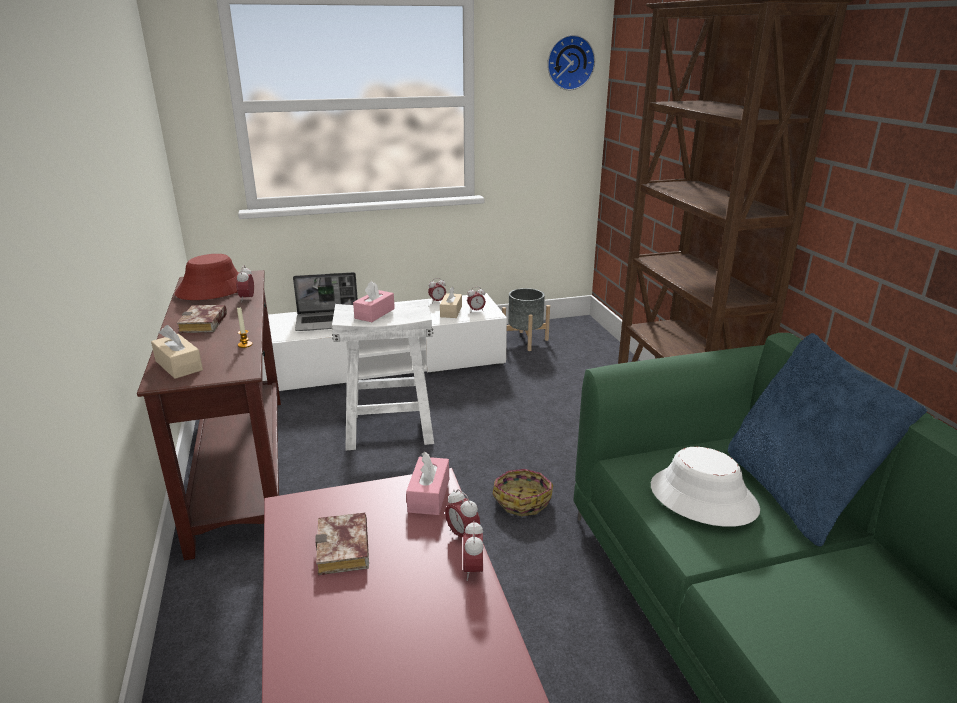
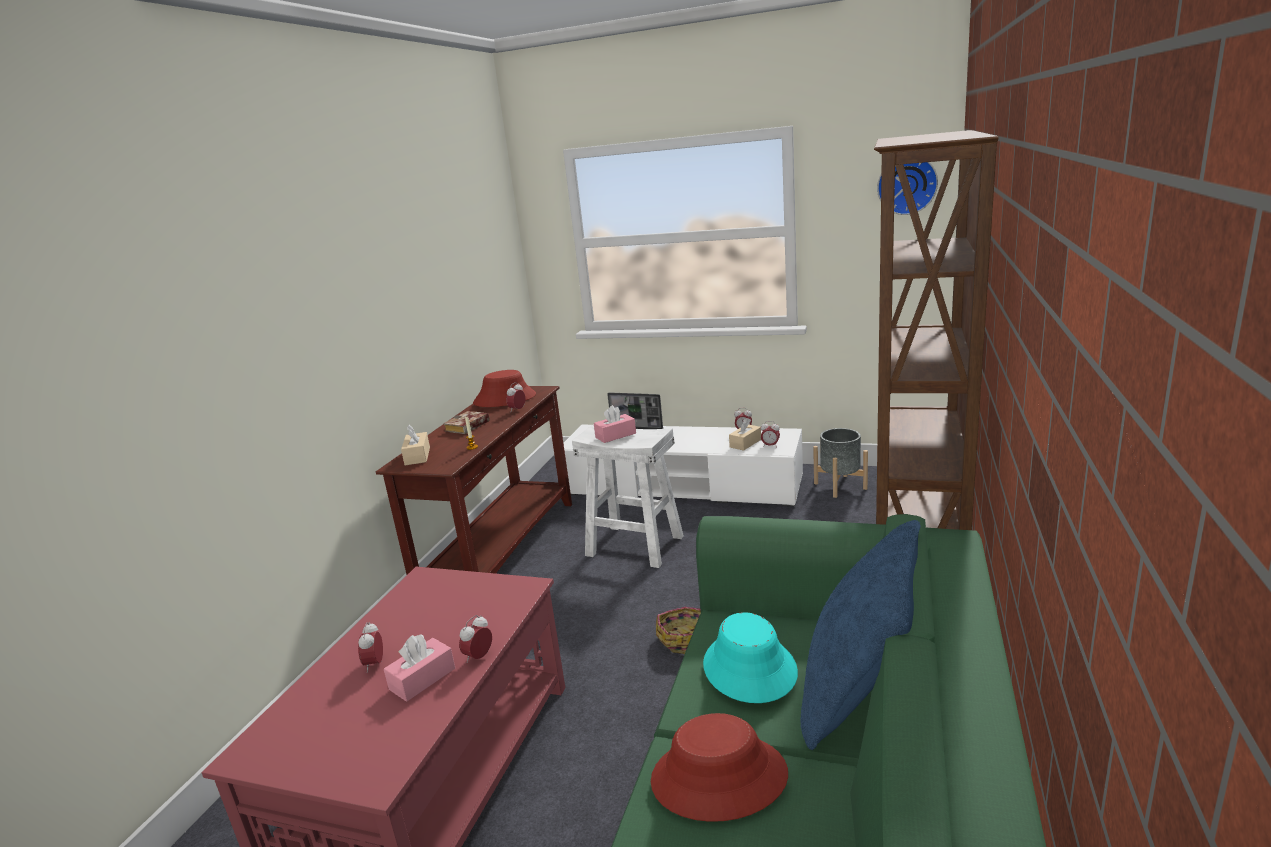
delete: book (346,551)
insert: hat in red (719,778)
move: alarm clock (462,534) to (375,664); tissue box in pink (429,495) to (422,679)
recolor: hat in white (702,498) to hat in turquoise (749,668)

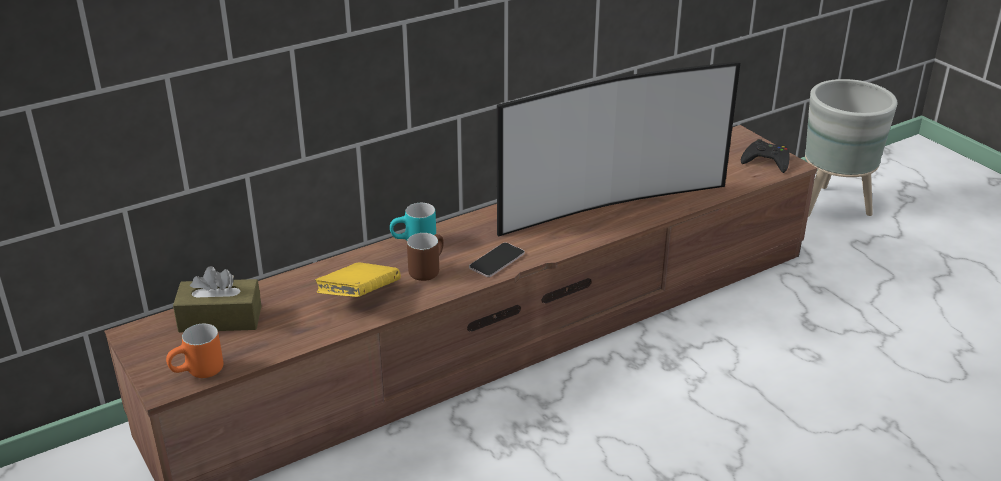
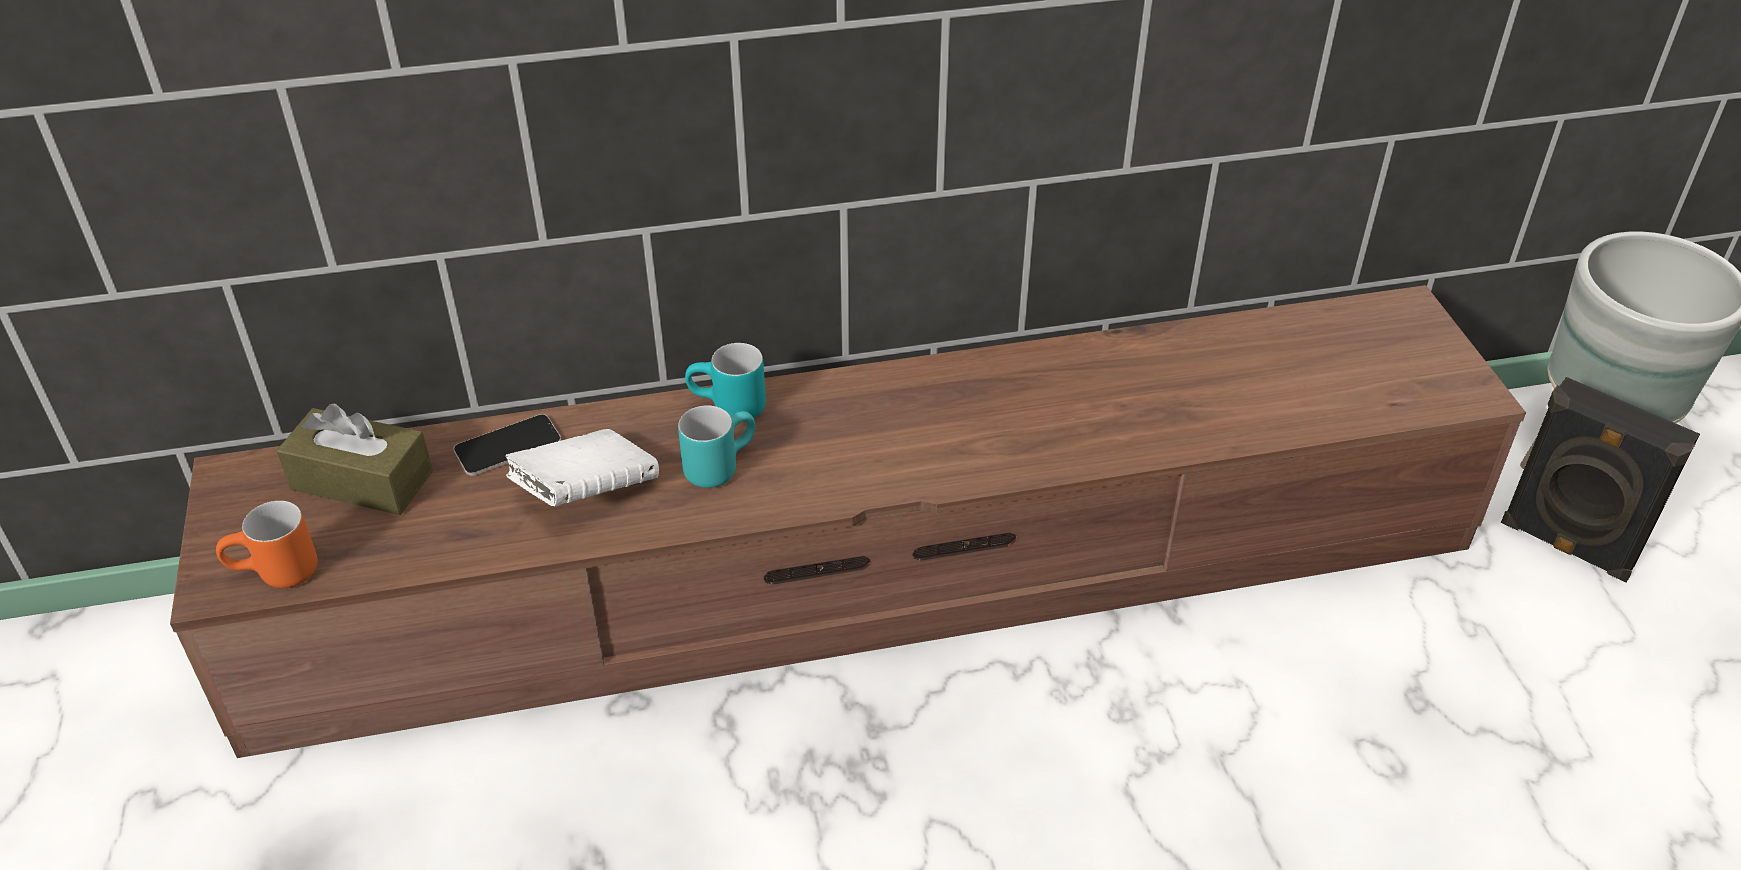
delete: television (610,205); game controller in black (766,161)
insert: speaker in black (1565,546)
move: phone (497,260) to (508,446)
recolor: book in yellow (359,297) to book in white (586,492); mug in brown (426,269) to mug in turquoise (718,465)

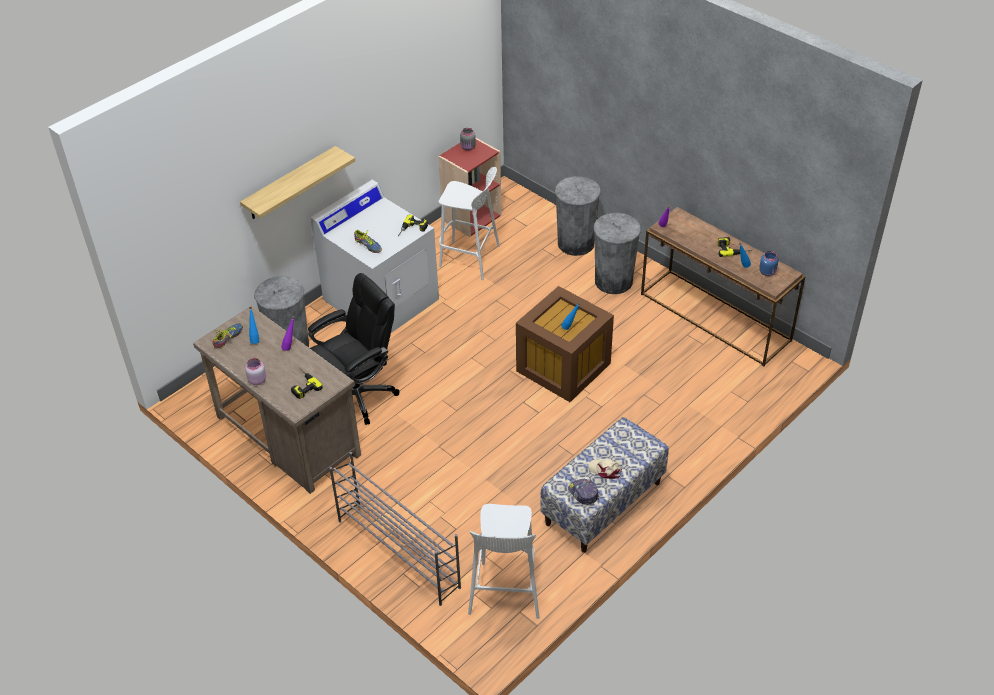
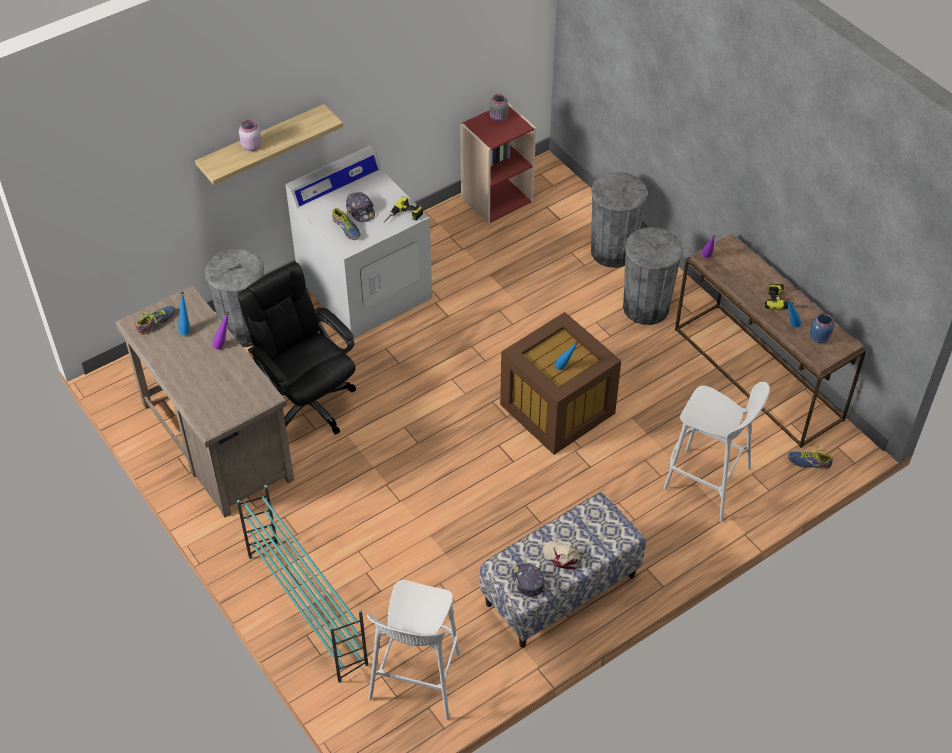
delete: power drill (302,385)
insert: cap (360,211); shoe (809,462)
move: jar in pink (257,380) to (251,146); stool in white (470,259) to (707,483)
recolor: shoe rack in grey (398,553) to shoe rack in turquoise (306,609)
rotate: office chair in black (357,395) = (307,404) 105 degrees counterclockwise

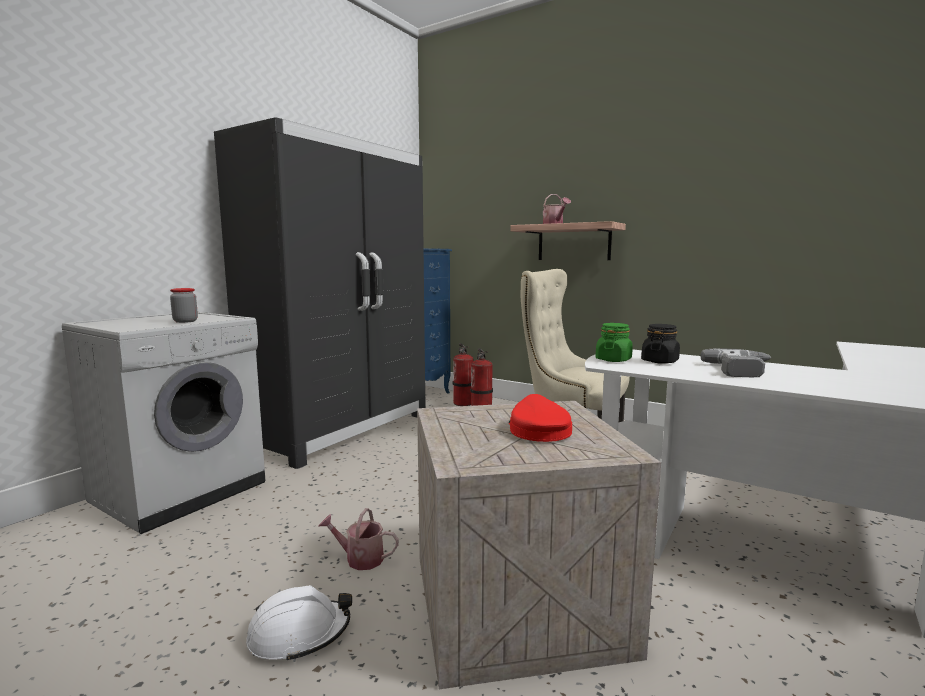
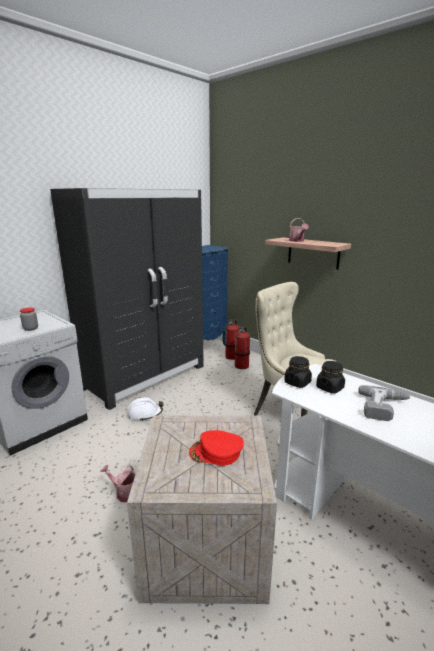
move: hard hat in white (299,635) to (145,413)
recolor: jar in green (613,360) to jar in black (297,382)
rotate: cap in red (538,430) = (216,452) 90 degrees counterclockwise

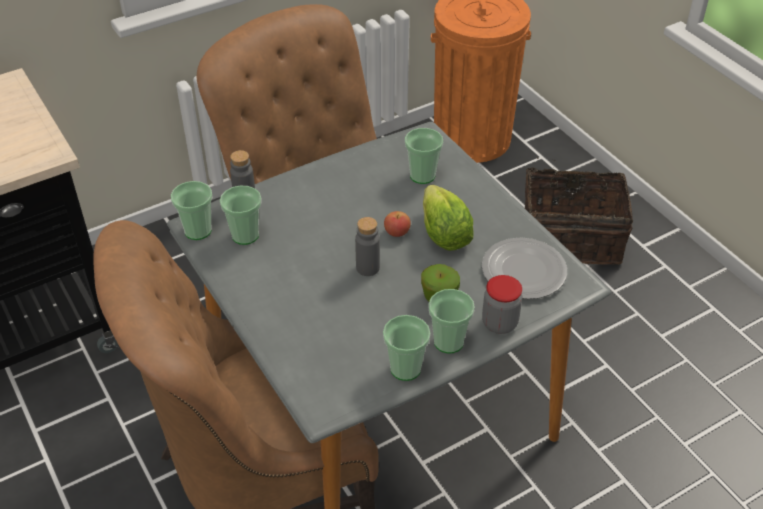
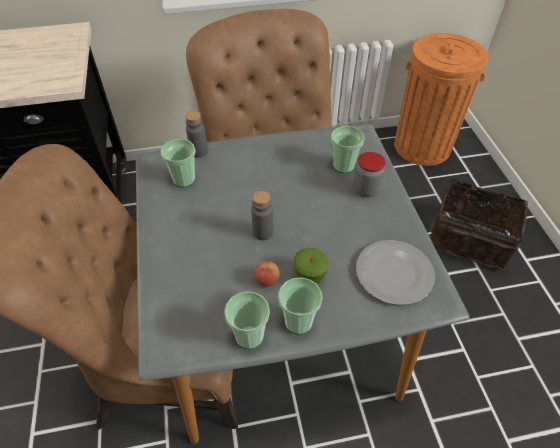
delete: cup (198,231); lettuce (444,235)
move: apple (397,232) to (267,280); jar (499,323) to (366,190)

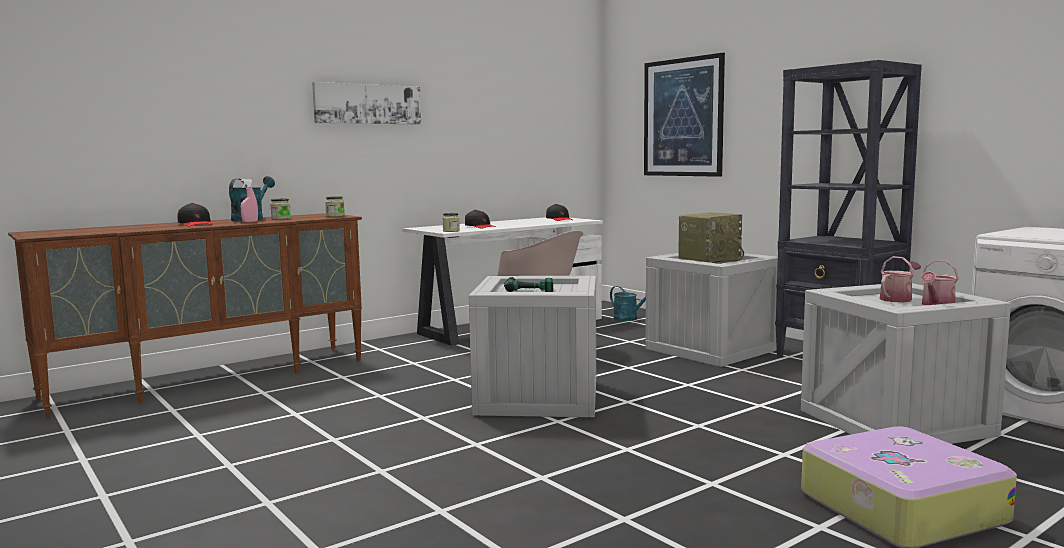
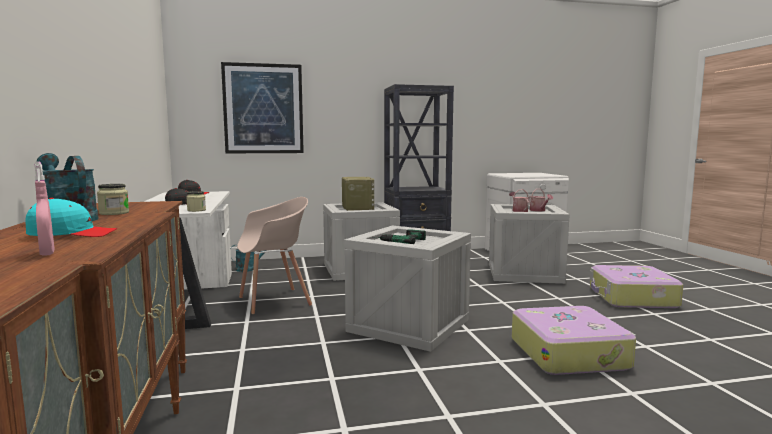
delete: picture (368,104); jar (335,216)
insert: suitcase (569,353)
move: spray bottle in pink (250,222) to (47,253)
recolor: cap in black (196,224) to cap in turquoise (72,234)

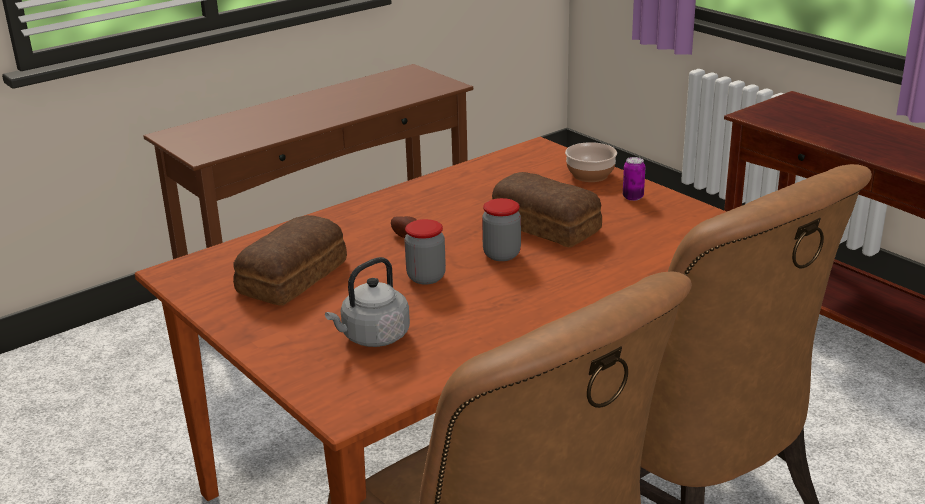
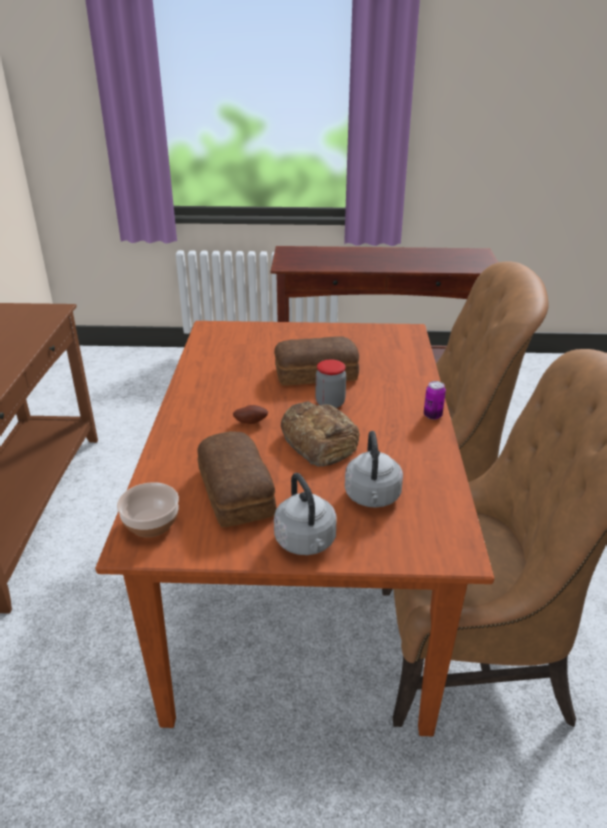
insert: kettle in grey (306,543)
move: bowl (590,175) to (151,523); can (633,197) to (432,415)
replace: jar (426,277) to bread (319,441)

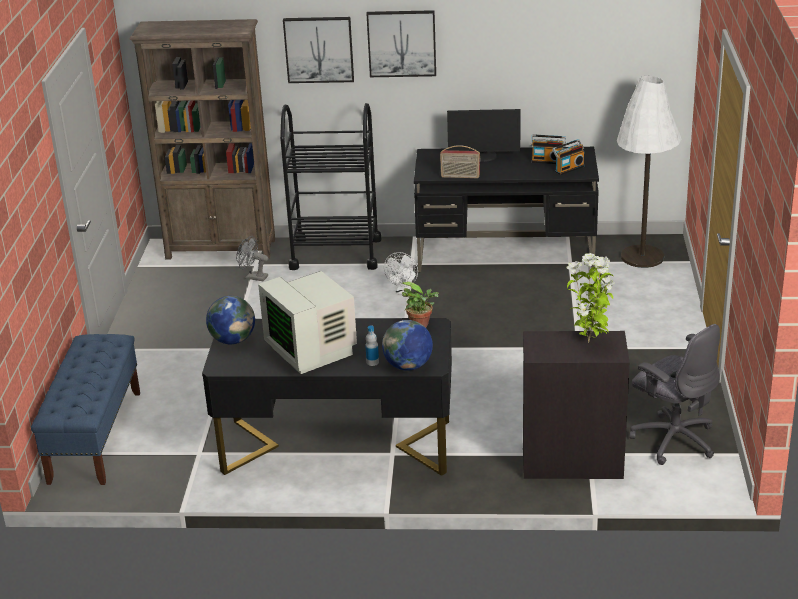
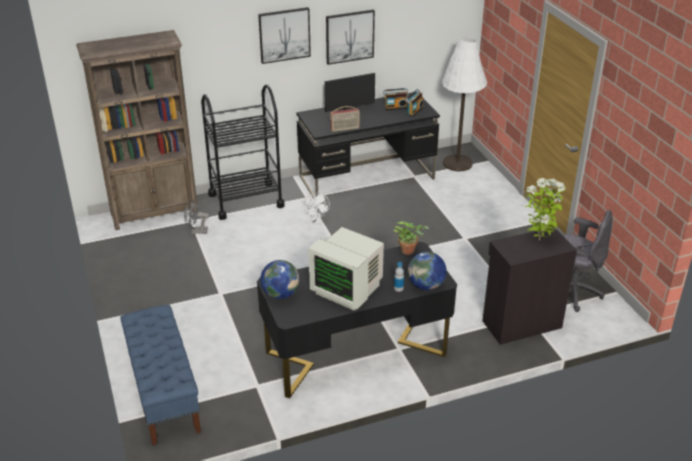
move: picture (319,49) to (349,36)

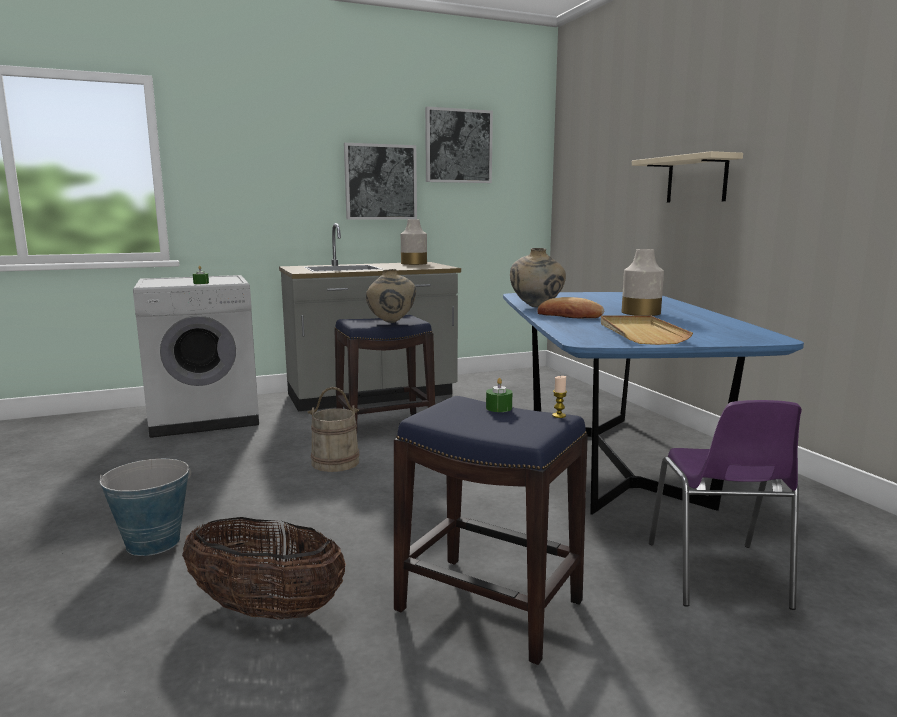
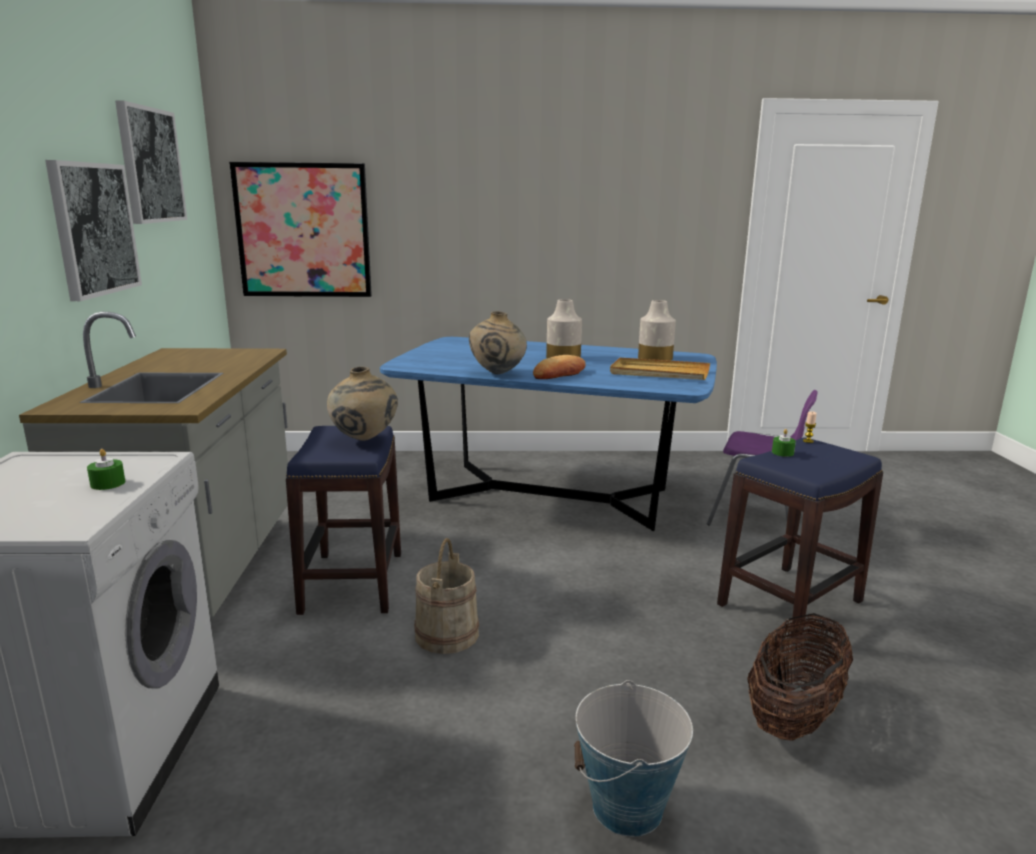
delete: shelf in beige (696,179)
insert: picture (303,231)
move: vase in beige (414,263) to (654,358)

